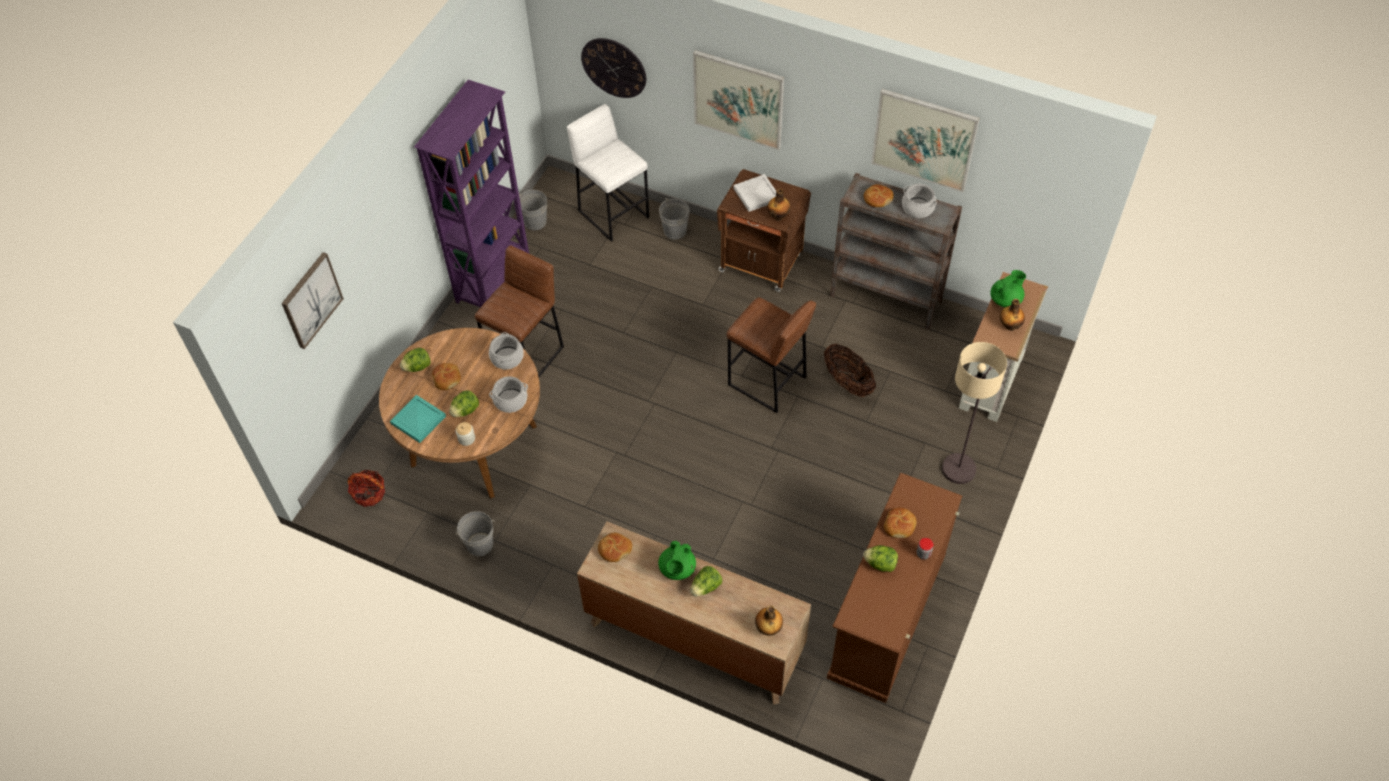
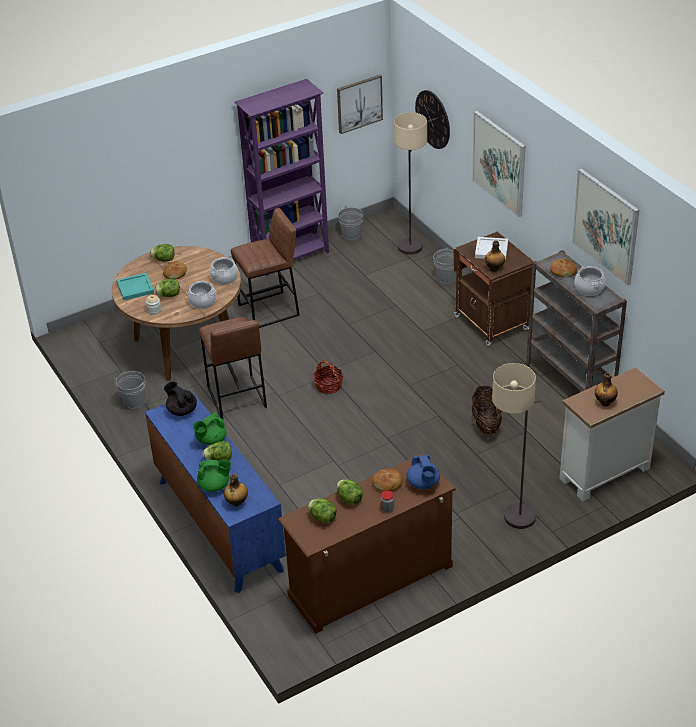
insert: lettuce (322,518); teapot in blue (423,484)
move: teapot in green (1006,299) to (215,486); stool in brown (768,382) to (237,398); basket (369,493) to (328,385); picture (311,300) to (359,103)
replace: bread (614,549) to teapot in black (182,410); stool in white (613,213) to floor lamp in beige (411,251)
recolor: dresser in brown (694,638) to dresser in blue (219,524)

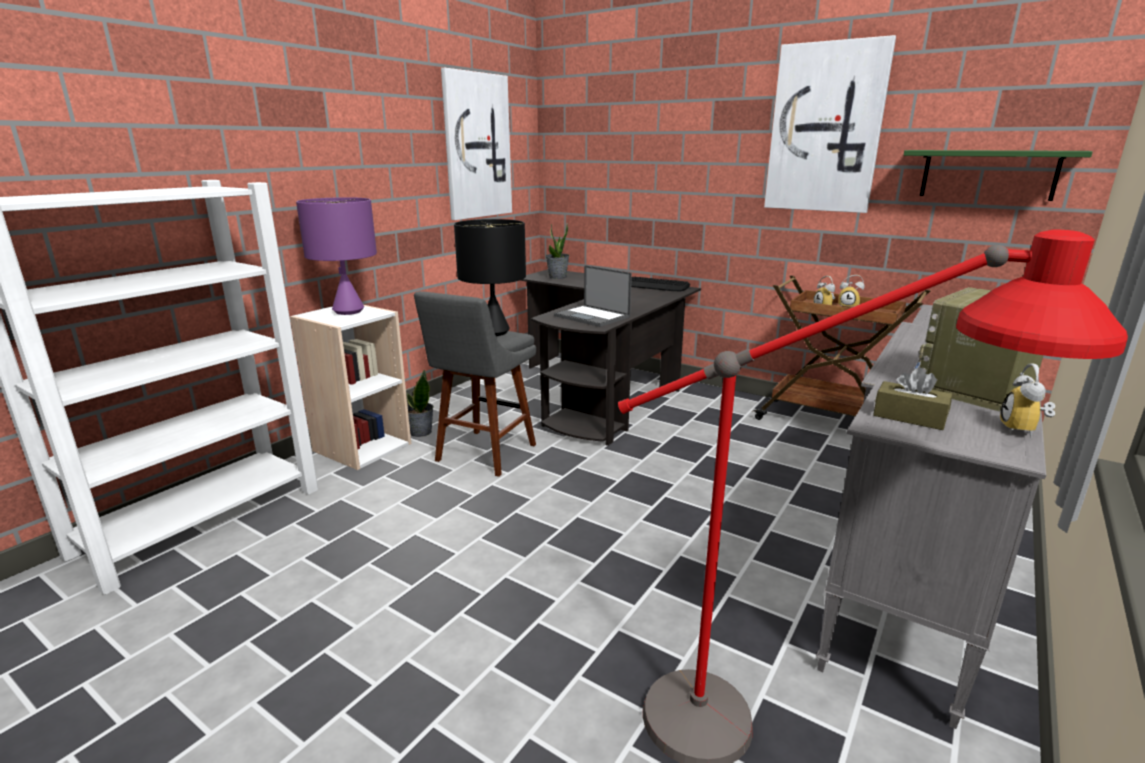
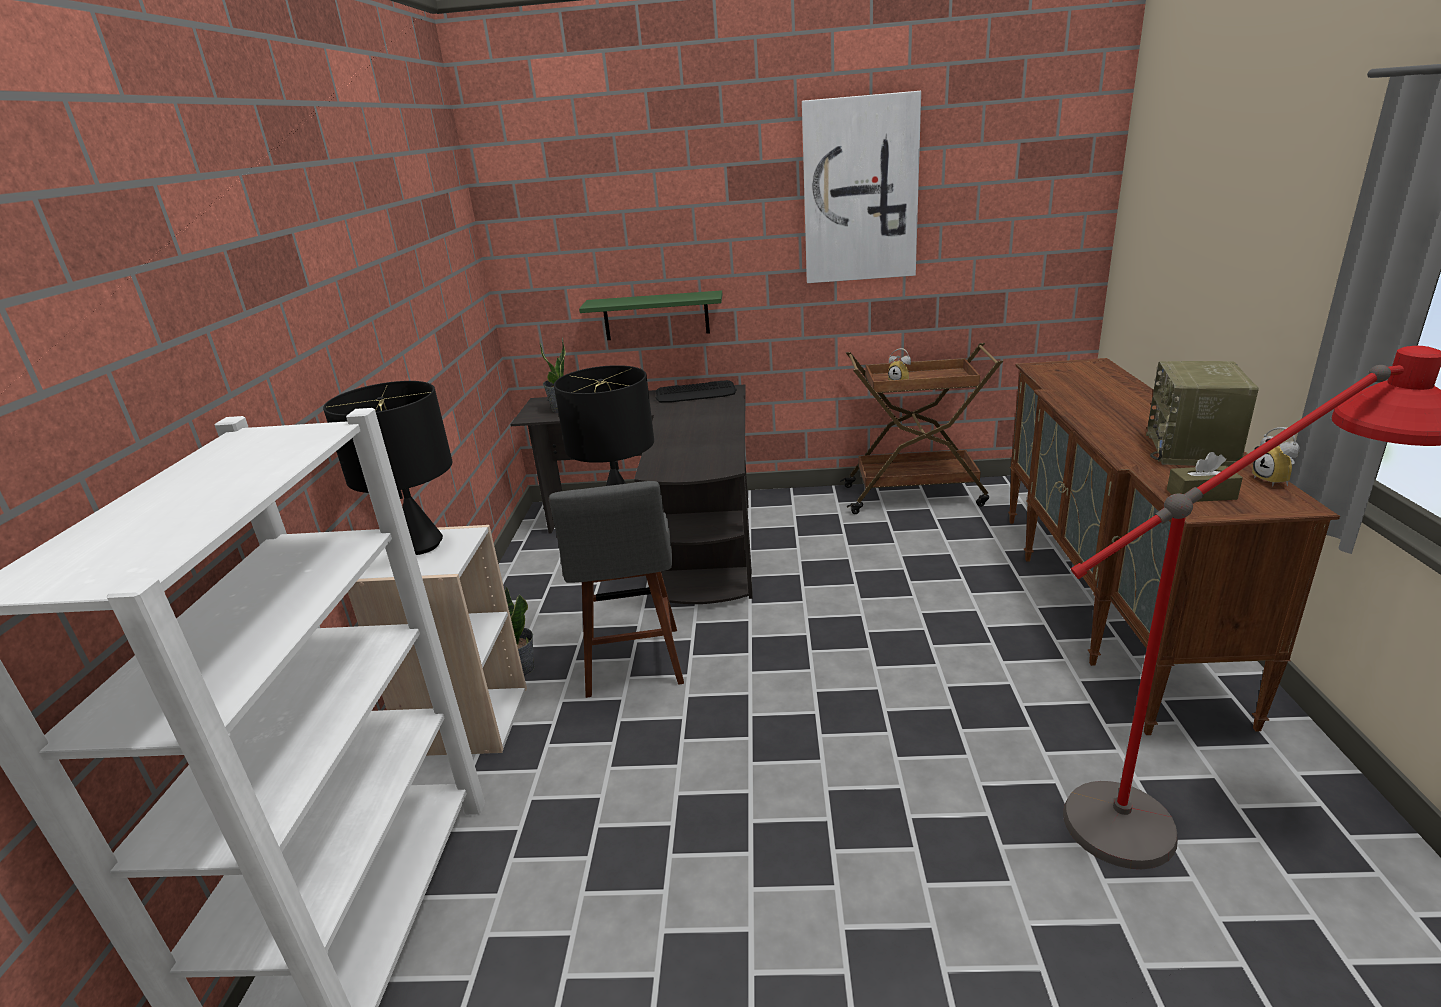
delete: picture (476,146); laptop (593,316); alarm clock (848,306)
move: shelf in green (988,174) to (656,316)
recolor: table lamp in purple (349,311) to table lamp in black (421,546); cabinet in grey (913,559) to cabinet in brown (1105,605)

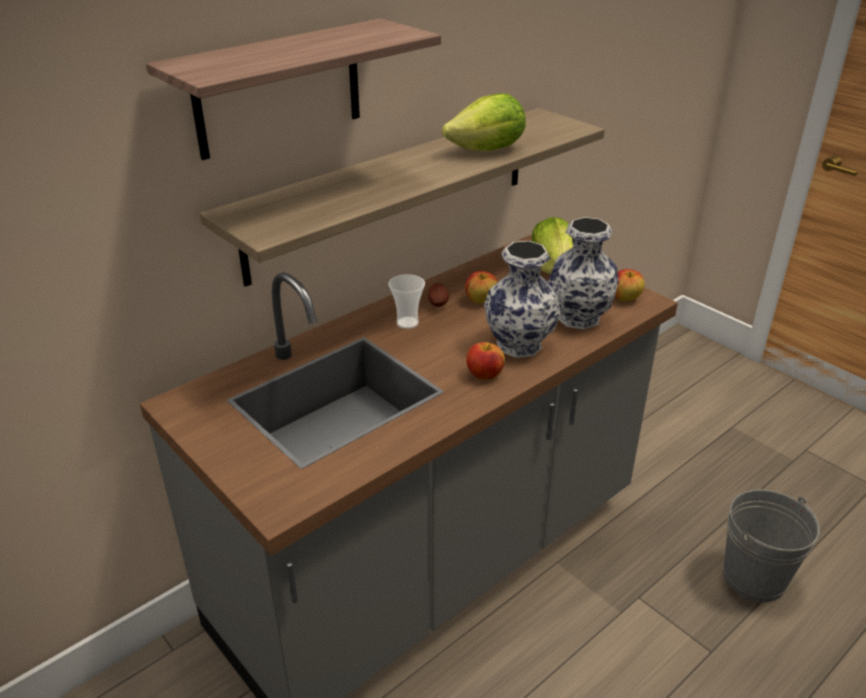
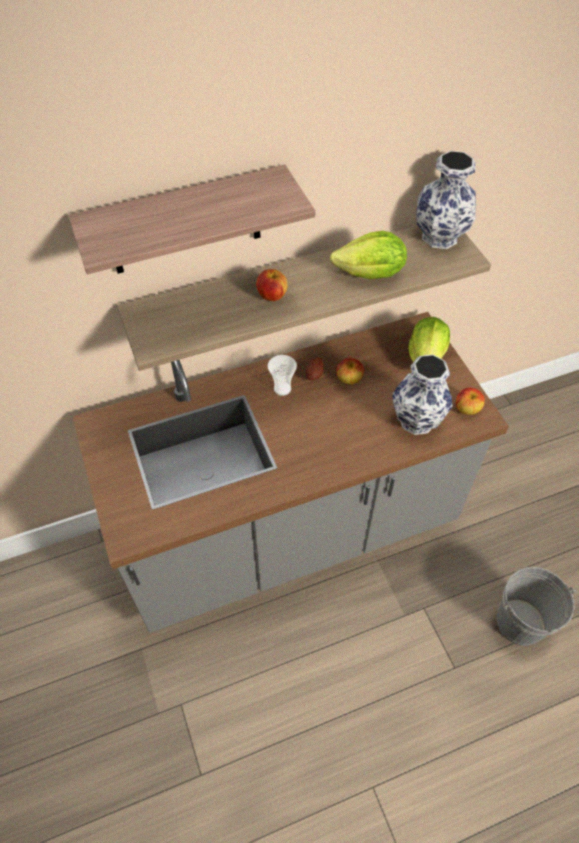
move: apple (484,375) to (272,295); vase (520,345) to (440,237)

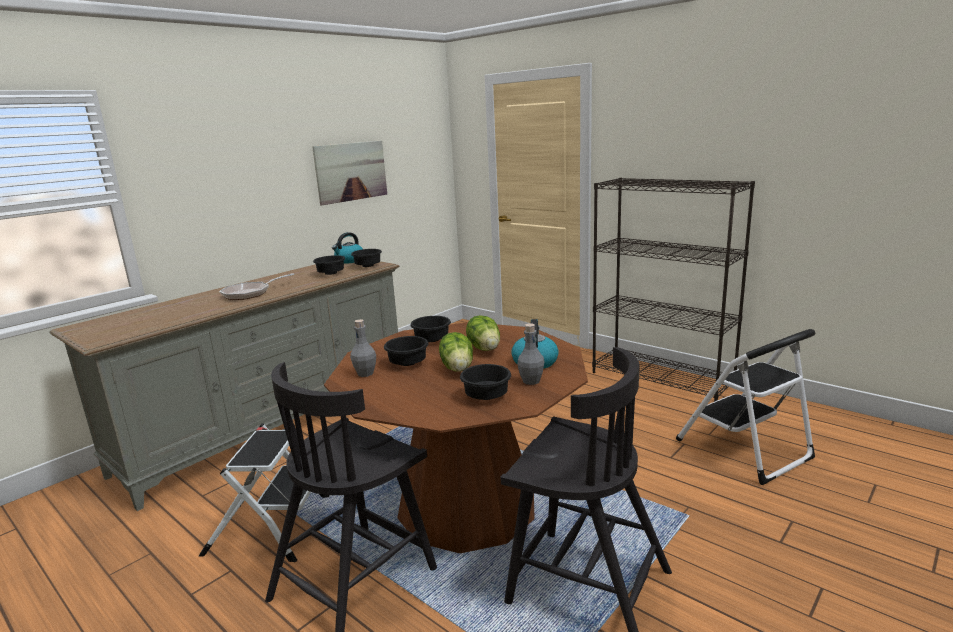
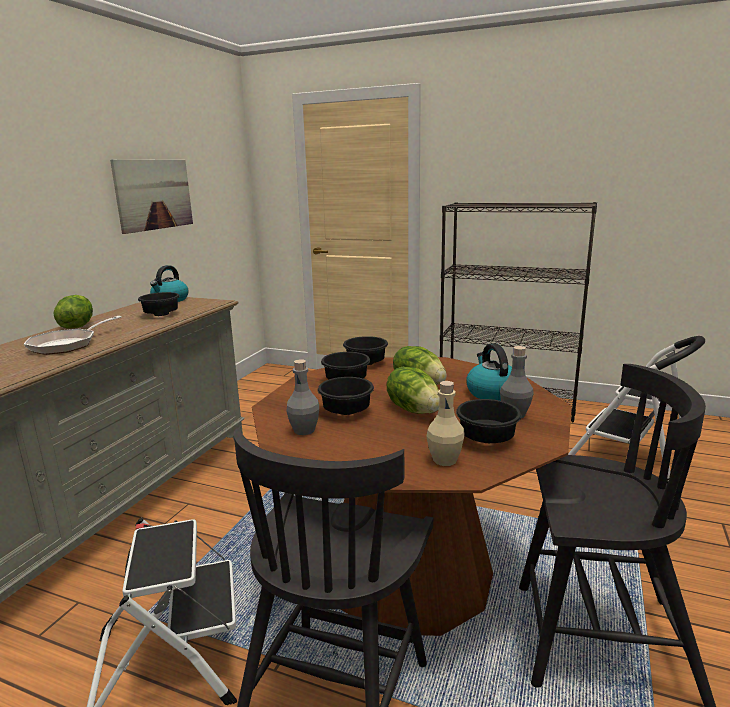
insert: lettuce (77,326); bottle in beige (445,460)
move: bowl in black (368,266) to (367,363)

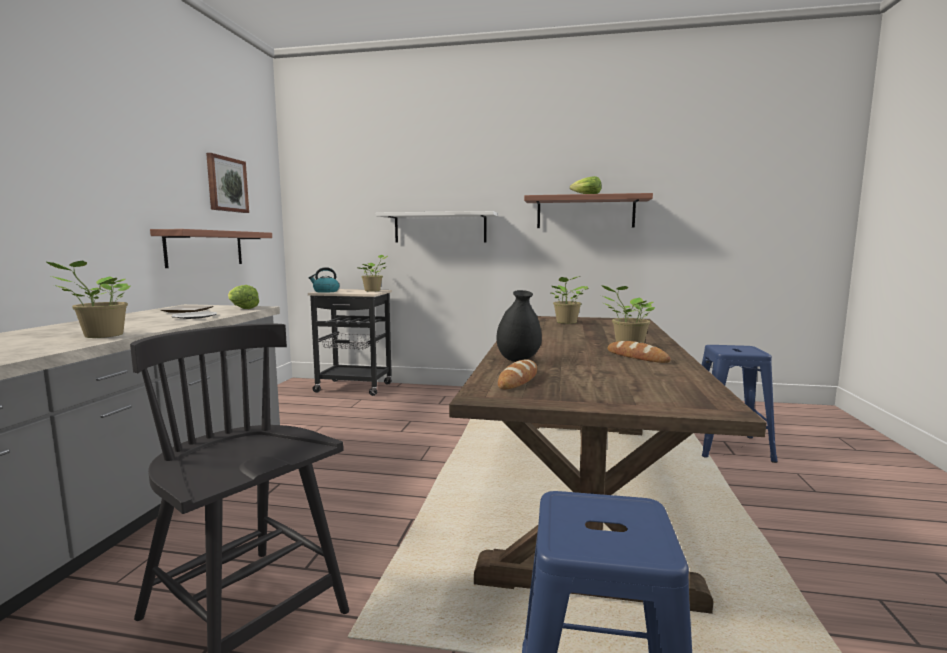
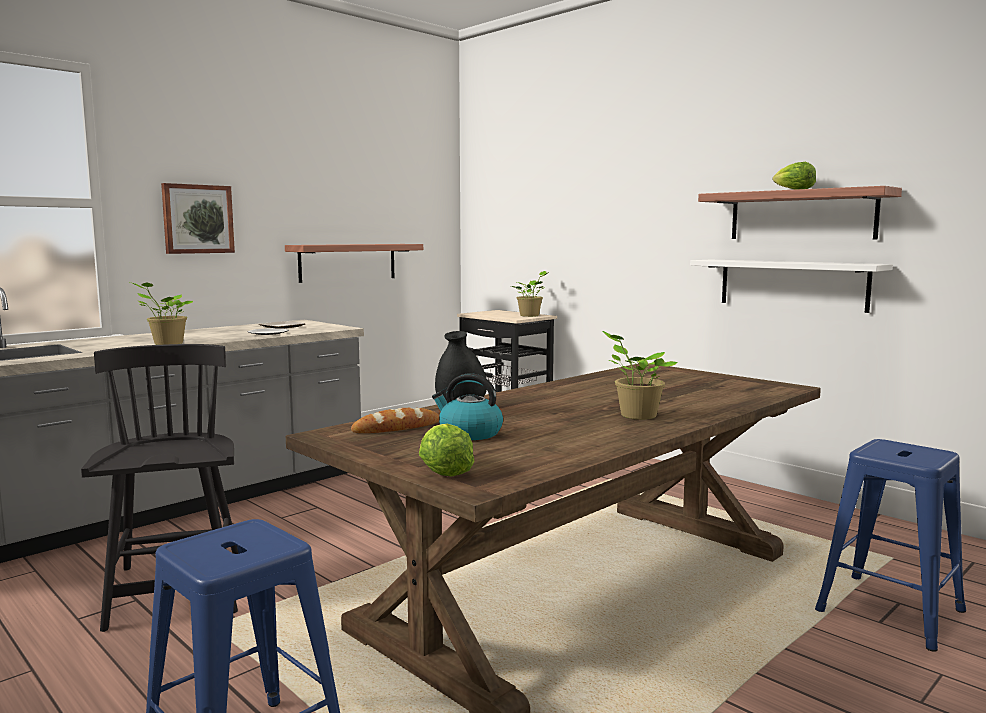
delete: potted plant (566,322); bread (637,357)
move: picture (226,184) to (197,219); lettuce (242,308) to (444,470); kettle (325,291) to (469,433); shelf in white (440,228) to (792,284)

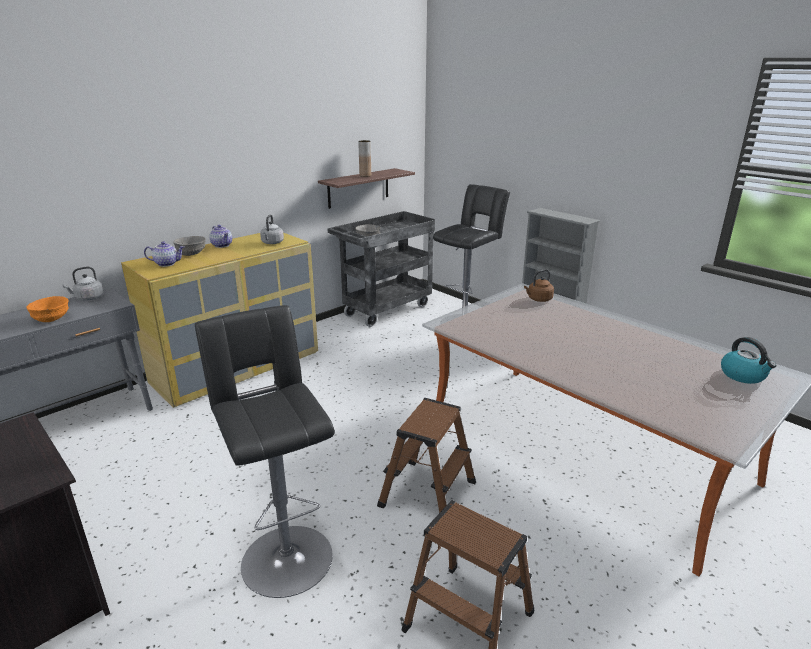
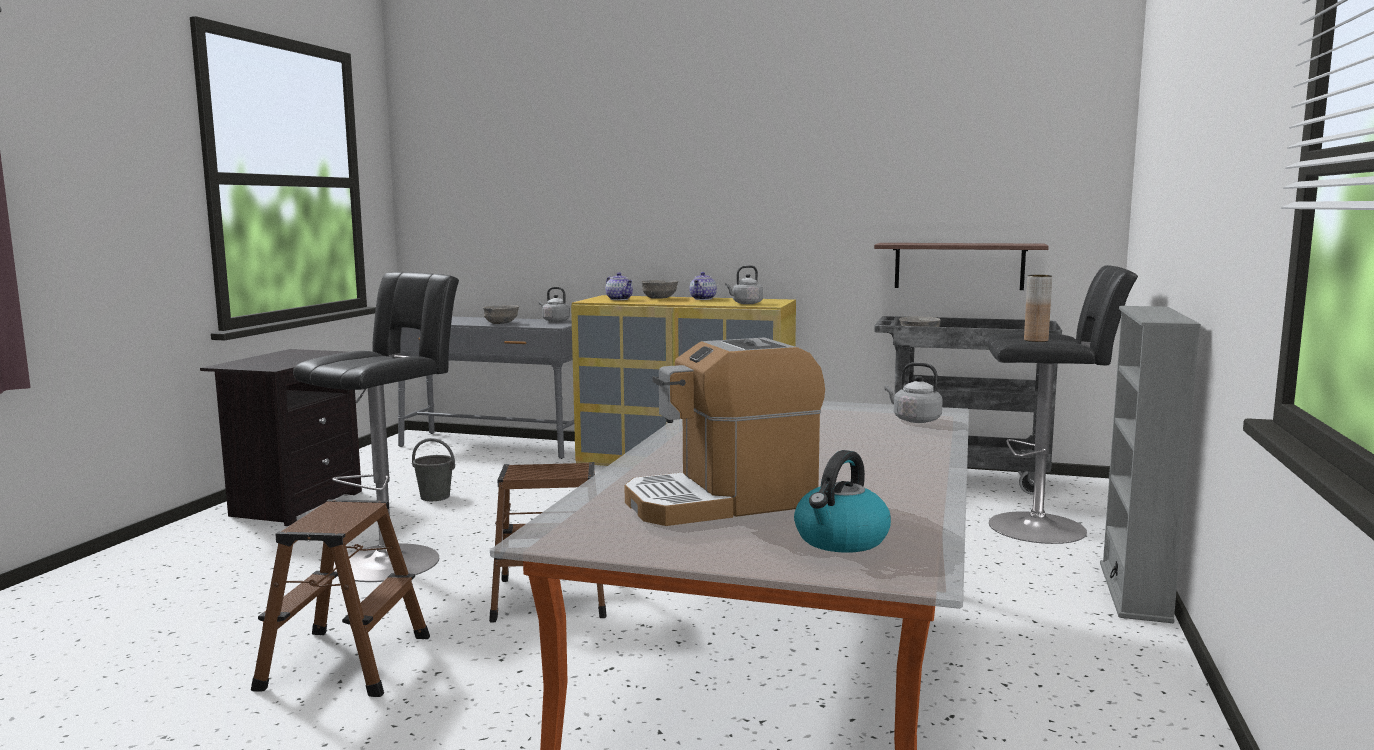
insert: bucket in grey (435,497); coffee machine (722,501)
move: vase in brown (365,176) to (1036,340)
recolor: bowl in orange (52,319) to bowl in grey (501,323); kettle in brown (538,299) to kettle in grey (914,420)

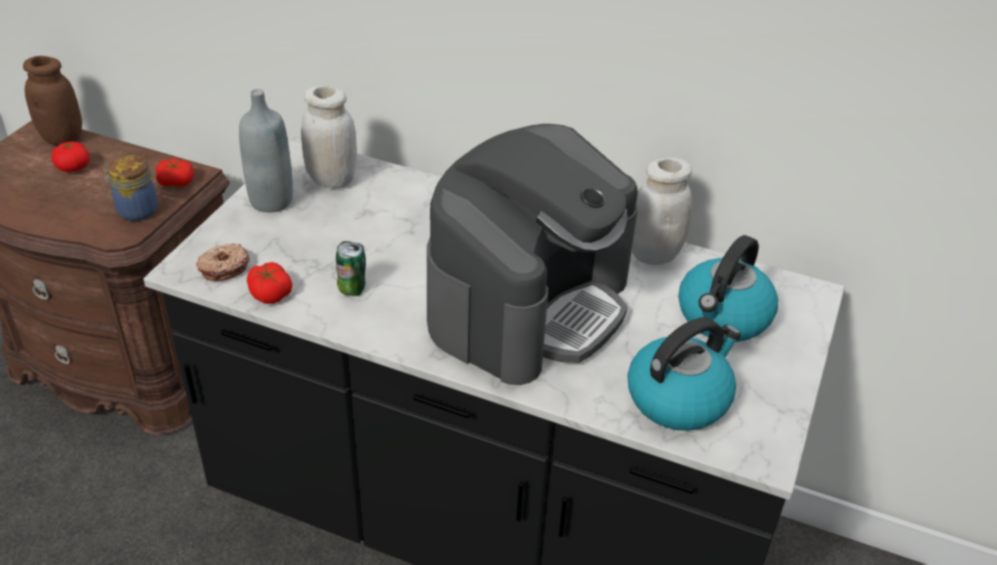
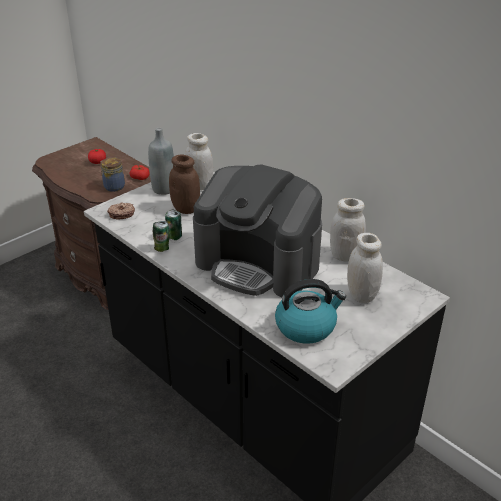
delete: tomato (270,293)
insert: can (162,248)
move: jar in brown (62,138) to (186,209)
replace: kettle (723,317) to jar in white (361,295)
rotate: coffee machine (529,304) = (258,264) 60 degrees clockwise

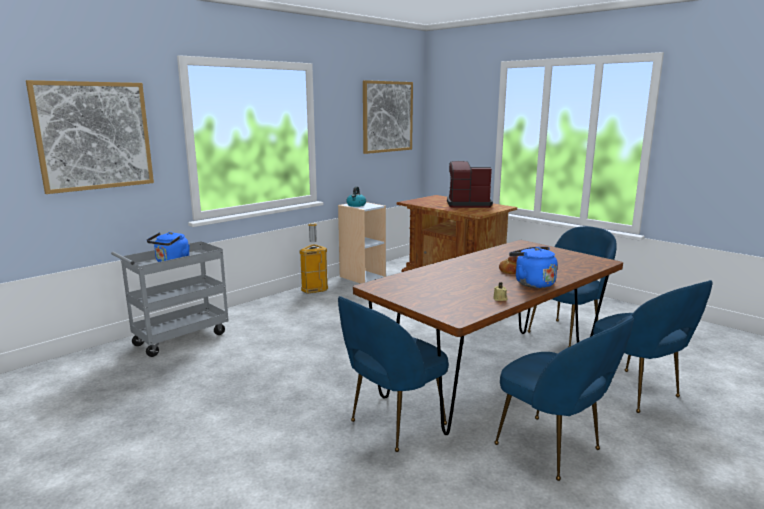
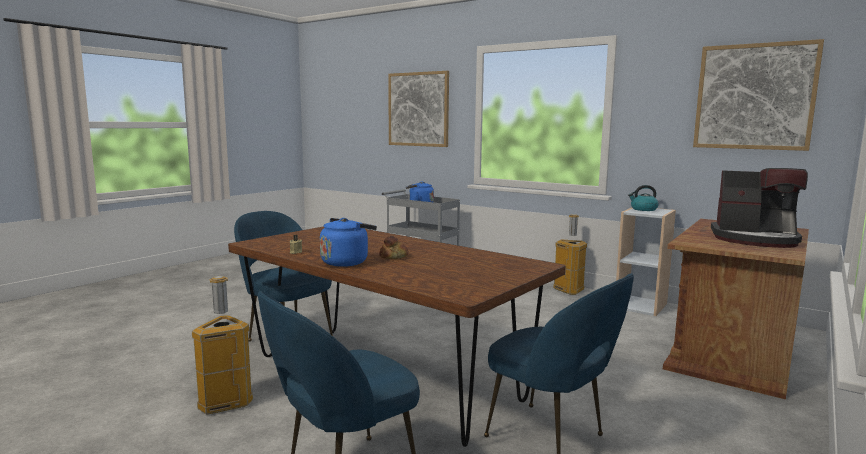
replace: chair in blue (554,451) to trash can (225,404)
rotate: coffee machine (467,204) = (755,239) 120 degrees clockwise

